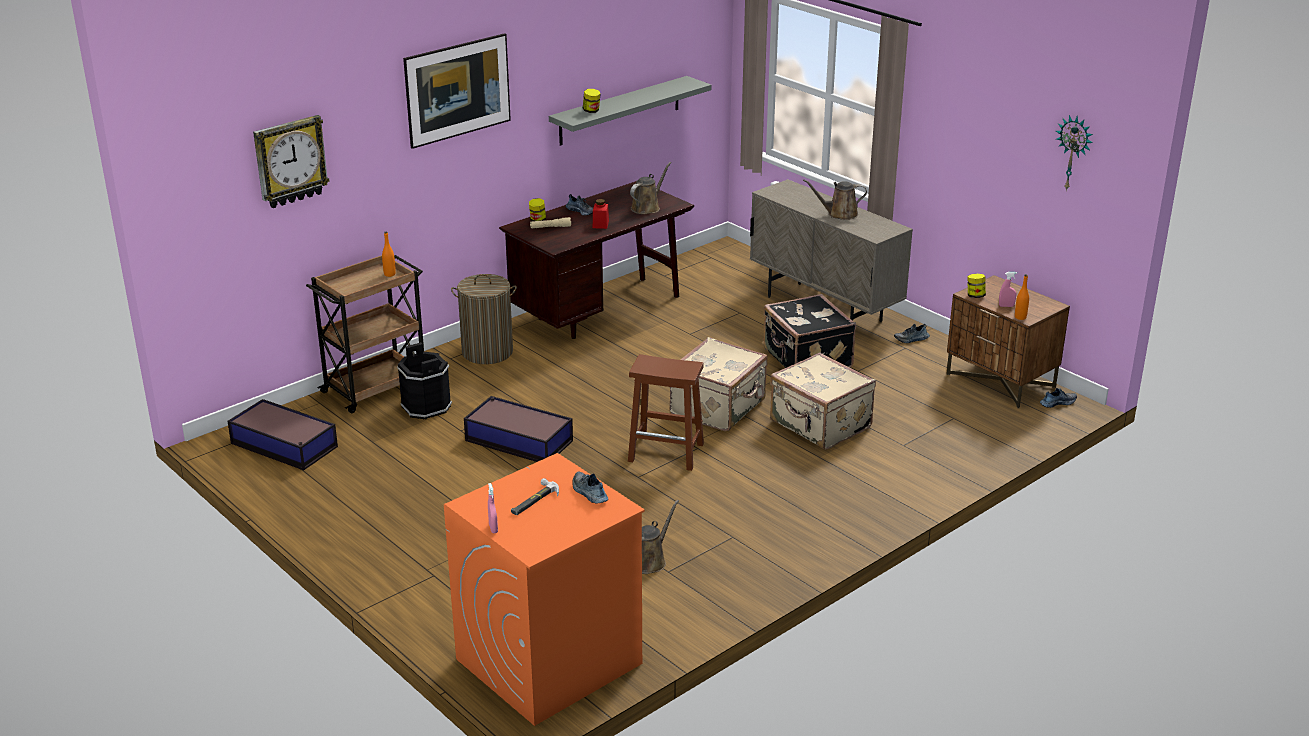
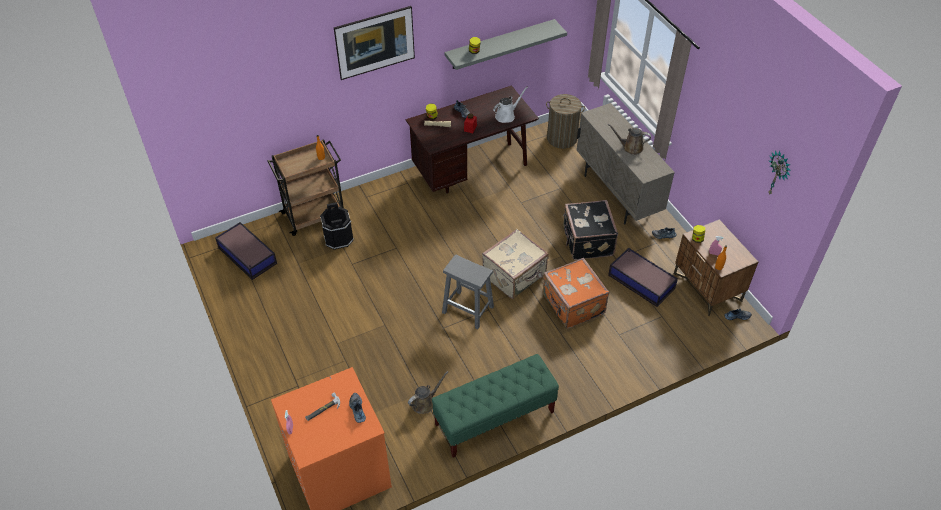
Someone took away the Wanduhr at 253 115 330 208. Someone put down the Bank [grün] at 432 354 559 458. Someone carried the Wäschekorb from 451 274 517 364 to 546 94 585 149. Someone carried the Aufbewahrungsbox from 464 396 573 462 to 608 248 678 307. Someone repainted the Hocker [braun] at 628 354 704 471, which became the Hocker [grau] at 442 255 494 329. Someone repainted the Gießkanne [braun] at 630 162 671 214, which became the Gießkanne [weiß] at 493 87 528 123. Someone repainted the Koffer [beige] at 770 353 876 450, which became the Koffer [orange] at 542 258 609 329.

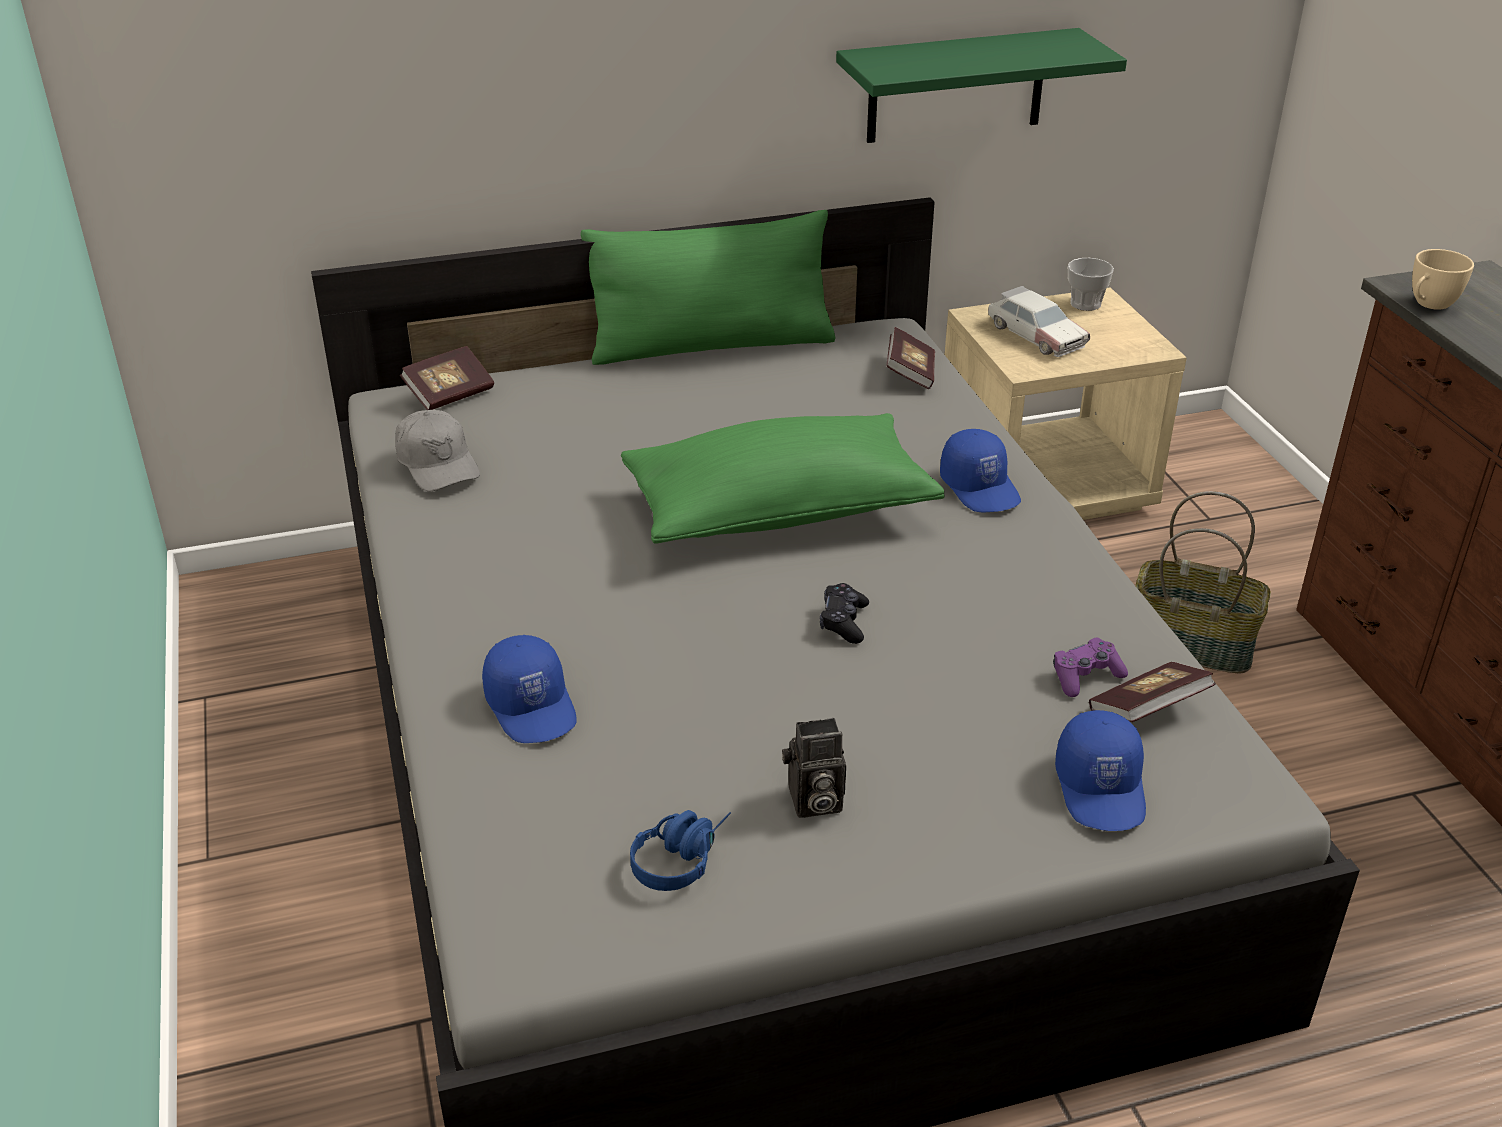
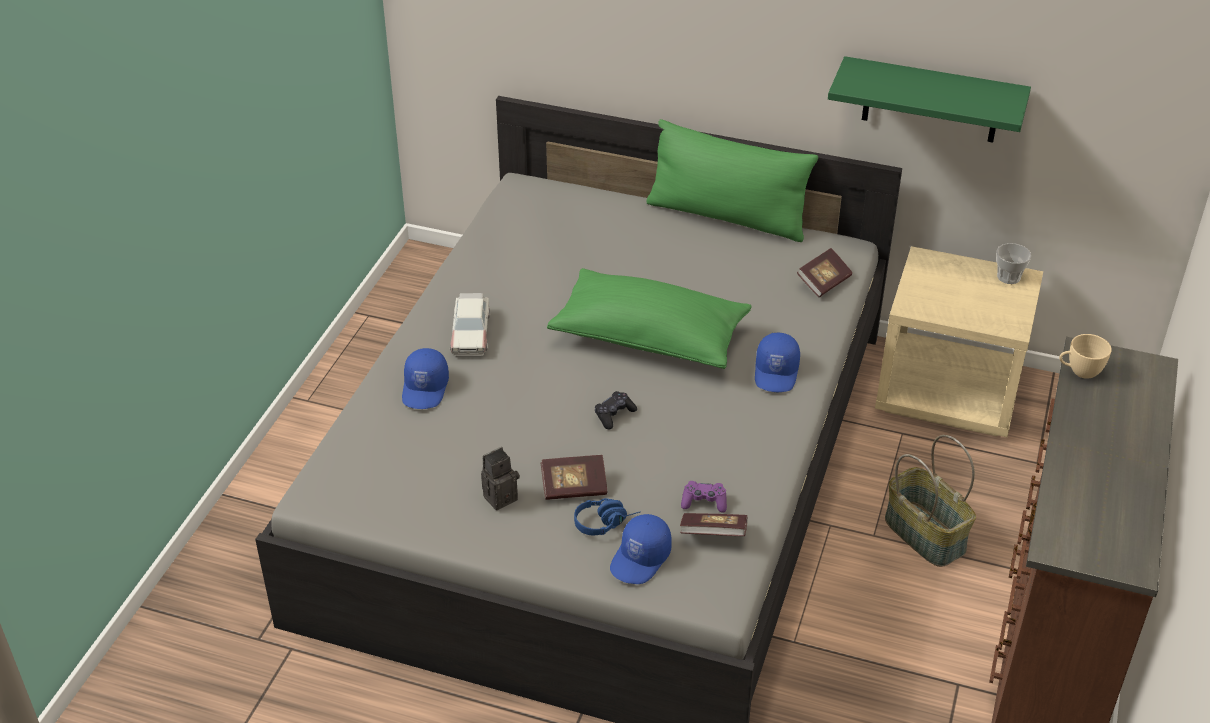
Someone took away the Kappe [grau] at 395 410 480 491. Someone carried the Buch from 400 346 494 410 to 541 455 608 500. Someone carried the Kopfhörer [blau] from 630 810 731 891 to 574 498 641 536. Someone carried the Spielzeugauto from 988 286 1090 357 to 450 293 490 356. Someone rotated the Kamera at 782 718 846 818 by 120 degrees clockwise.

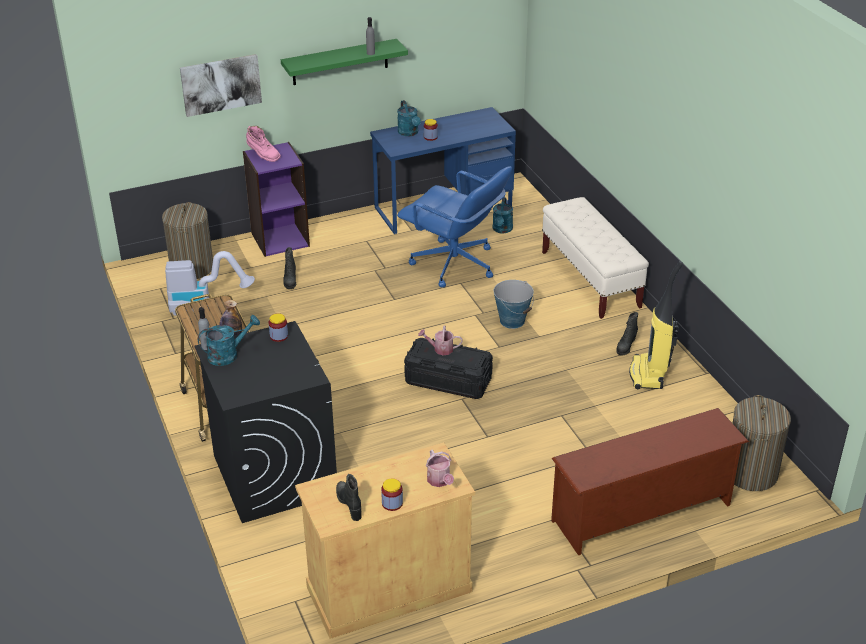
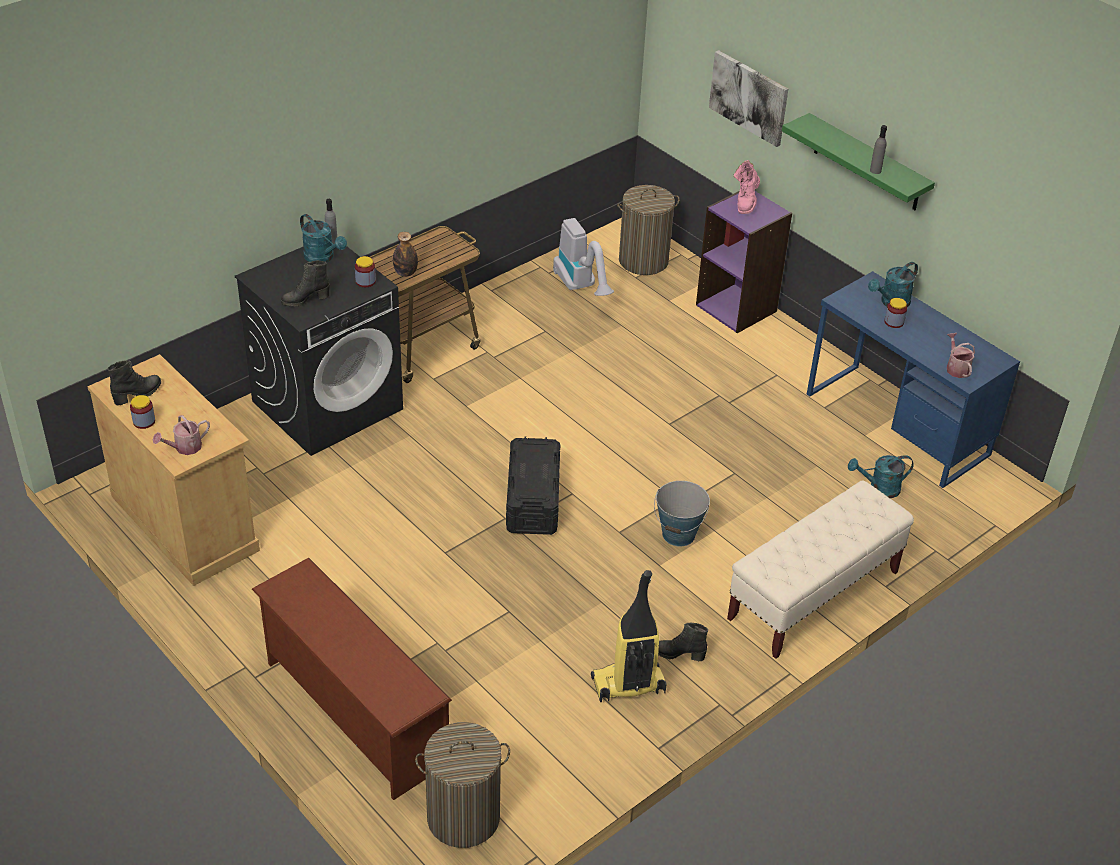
Someone took away the Bürostuhl [blau] at 397 166 512 287. Someone carried the Stiefel [schwarz] from 283 247 296 289 to 281 261 330 306. Someone carried the Gießkanne from 418 326 463 355 to 947 333 975 378.

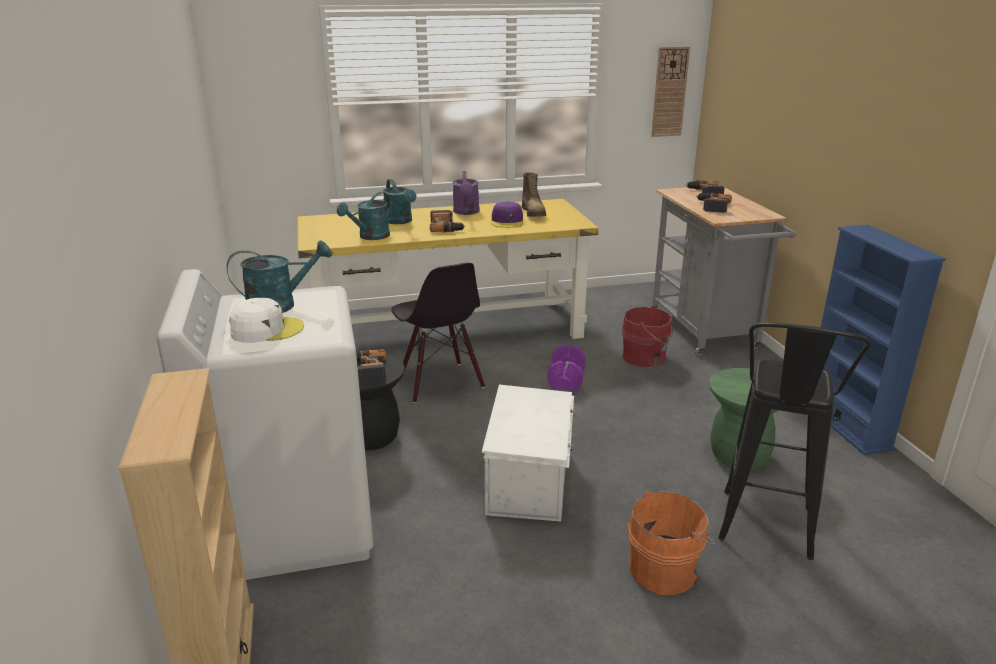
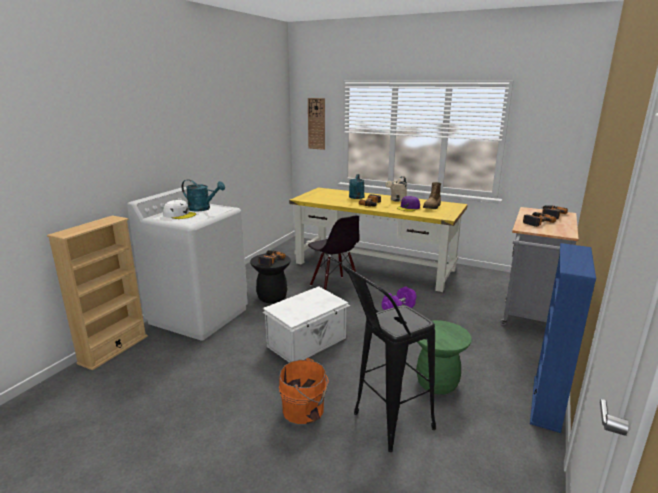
Someone took away the Gießkanne [türkis] at 337 192 390 240. Someone took away the Eimer [rot] at 622 305 673 367. Someone carried the Wanduhr from 651 46 690 137 to 308 98 325 150. Someone repainted the Gießkanne [lila] at 452 171 480 215, which became the Gießkanne [beige] at 385 176 407 202. Someone rotated the Stuhl [schwarz] at 391 263 485 403 by 45 degrees counterclockwise.

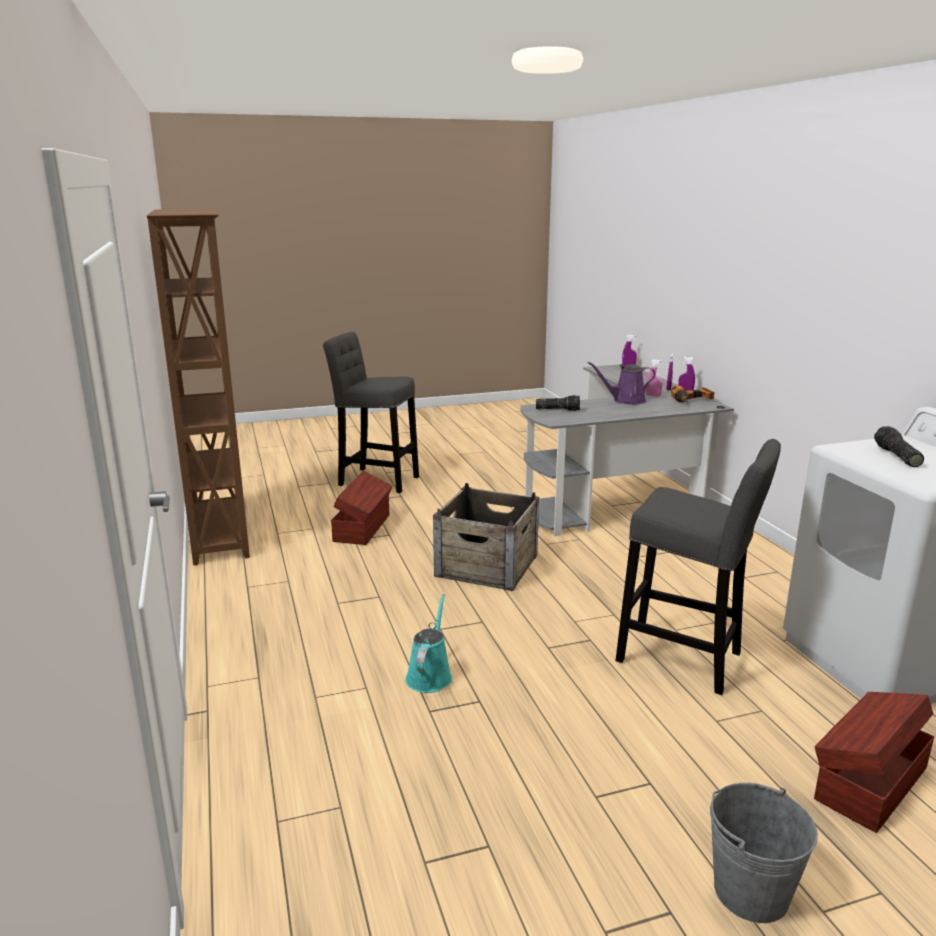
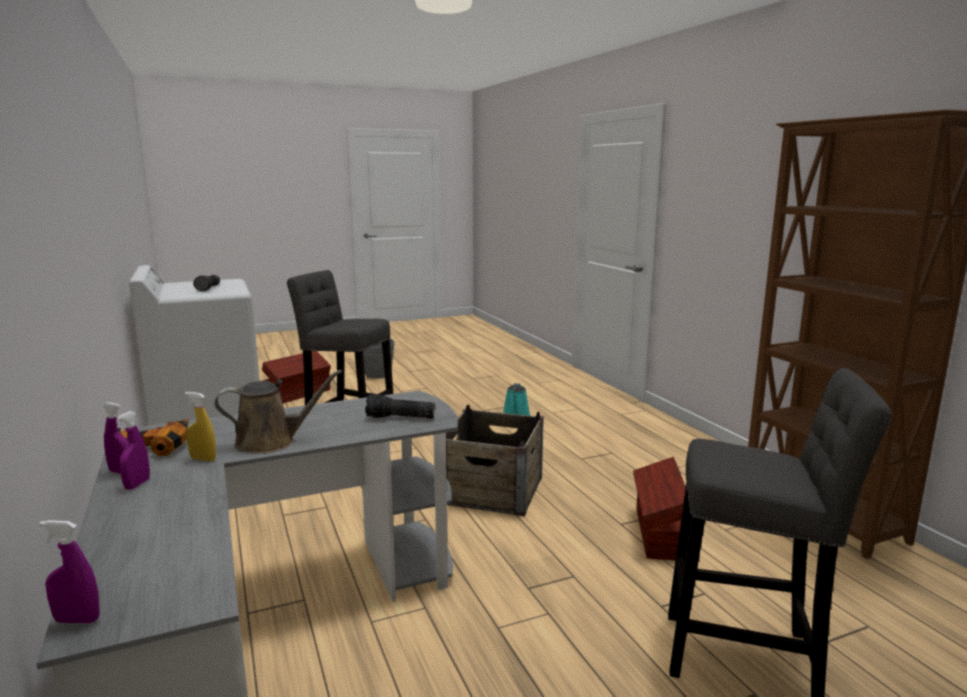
Someone repainted the Gießkanne [lila] at 588 362 656 405, which became the Gießkanne [braun] at 214 370 342 454. Someone repainted the Sprühflasche [rosa] at 646 359 663 396, which became the Sprühflasche [gelb] at 185 392 216 461.

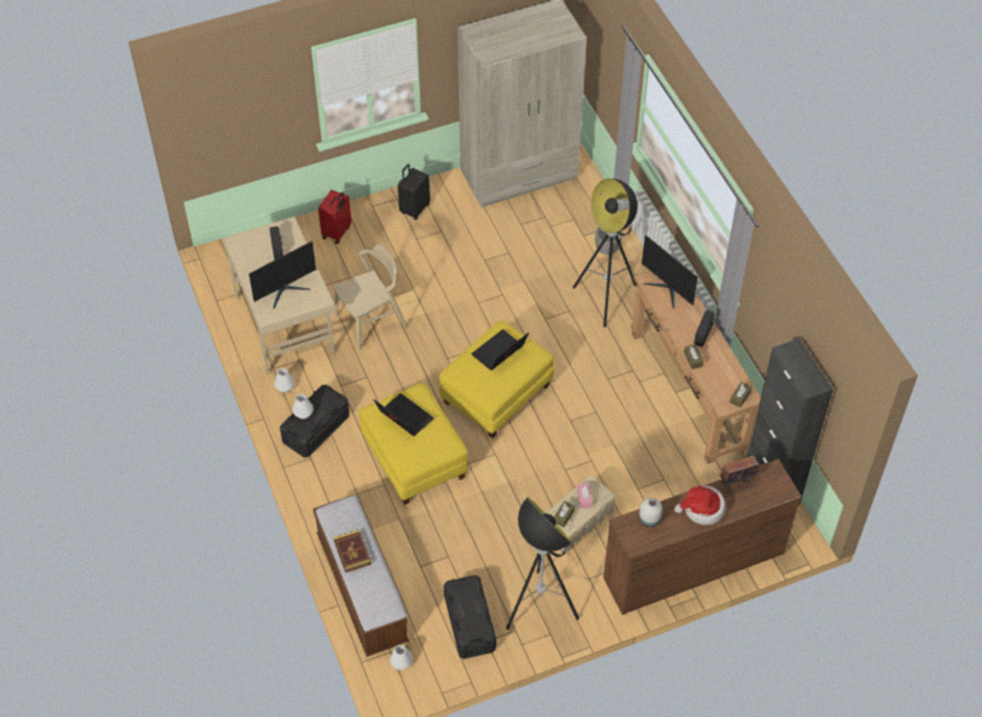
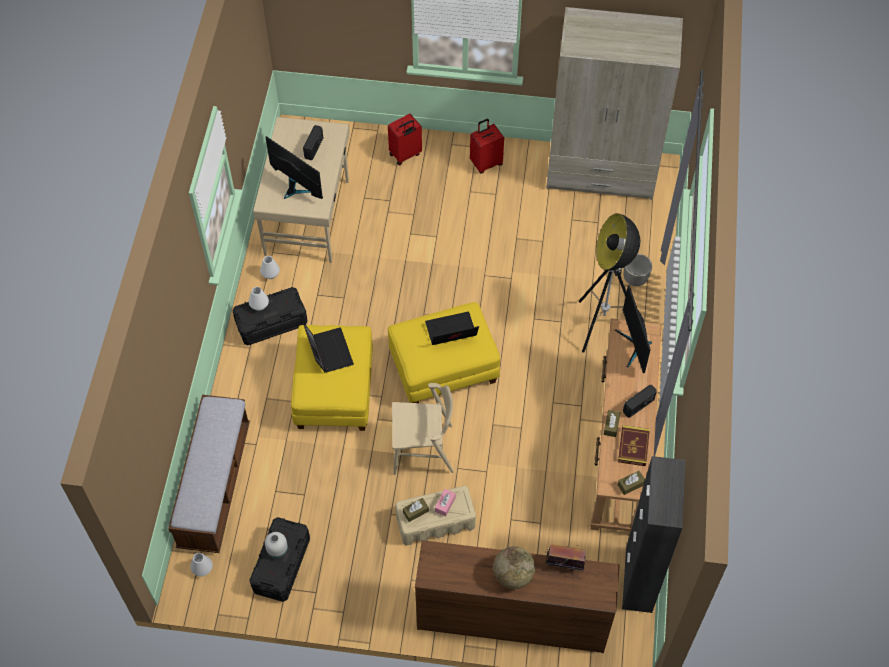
Someone took away the Stehlampe at 506 497 579 630. Someone carried the Stuhl [beige] from 333 244 407 350 to 392 383 454 475. Someone carried the Buch from 333 530 371 573 to 618 425 650 466. Someone carried the Vase [weiß] from 639 498 663 527 to 265 532 288 559. Someone swapped the Hut at 674 486 726 525 for the Globus at 493 546 535 589. Someone repainted the Koffer [schwarz] at 398 164 430 220, which became the Koffer [rot] at 470 119 504 174. Someone rotated the Monitor at 249 241 316 308 by 135 degrees counterclockwise.

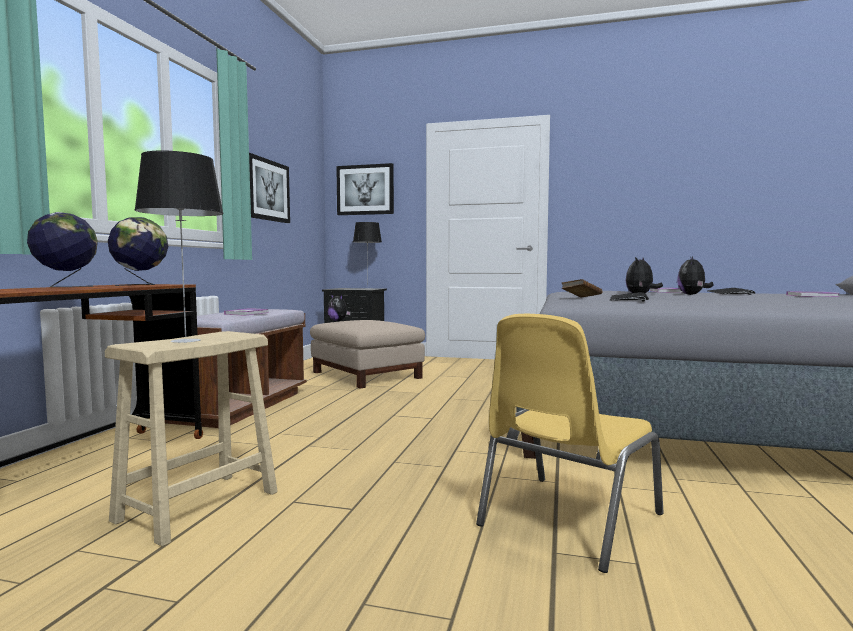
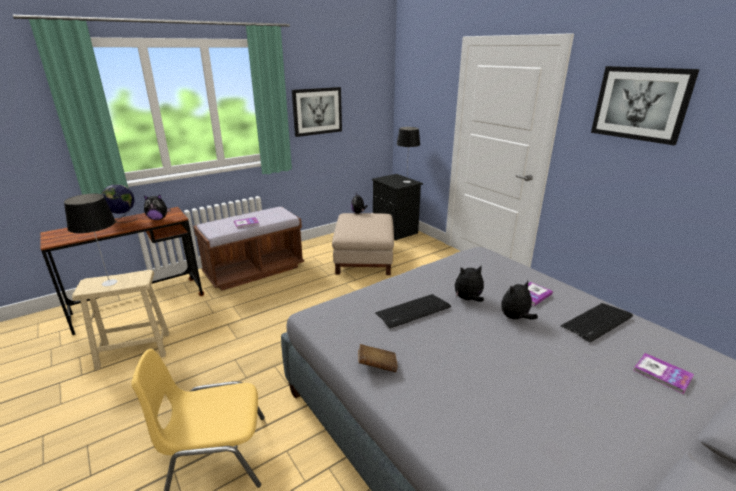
Someone carried the Bild from 336 163 394 215 to 591 66 699 145. Someone carried the Buch [braun] from 562 279 602 297 to 358 344 398 372. Someone swapped the Globus at 108 217 168 286 for the Plüschtier at 144 195 171 220.

